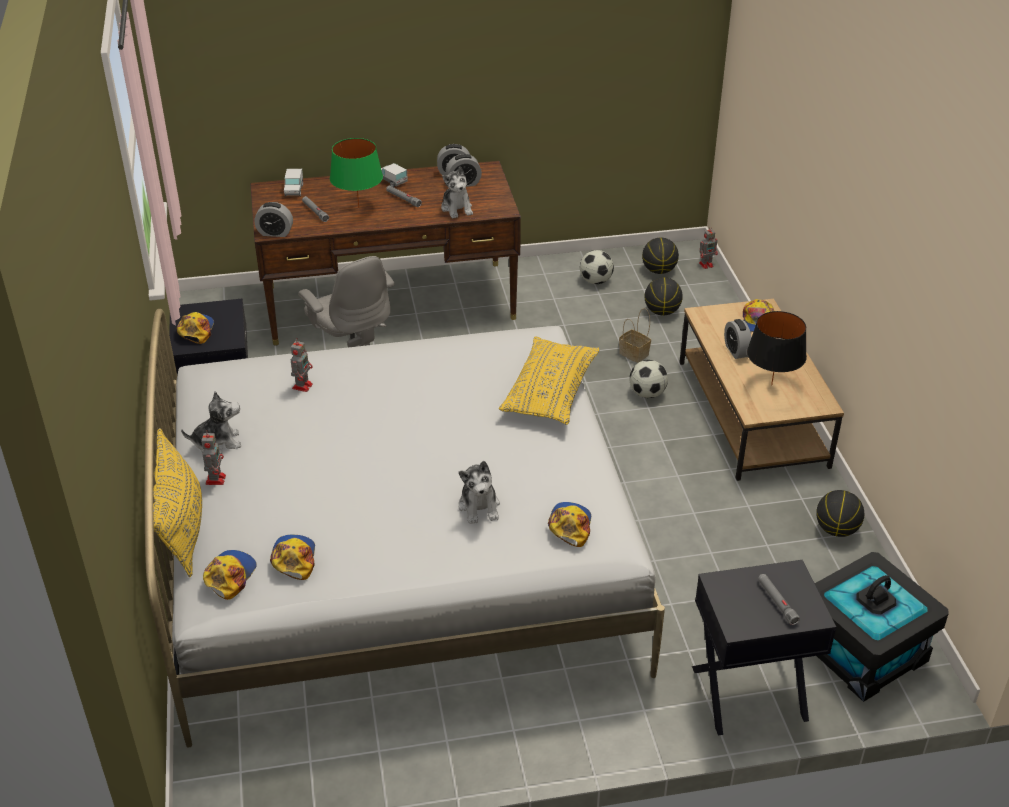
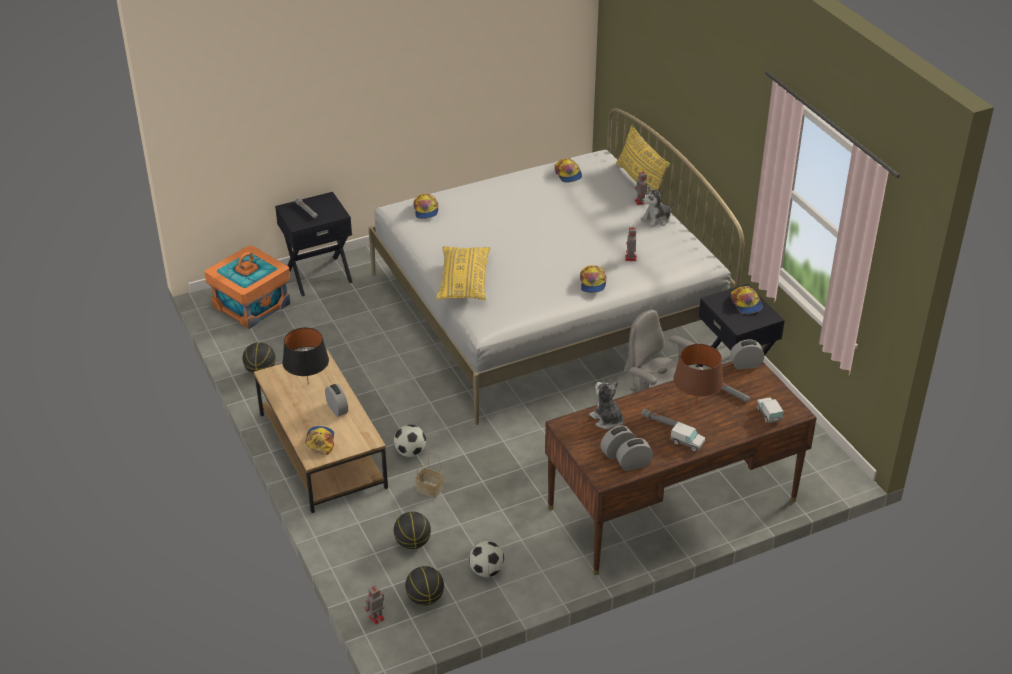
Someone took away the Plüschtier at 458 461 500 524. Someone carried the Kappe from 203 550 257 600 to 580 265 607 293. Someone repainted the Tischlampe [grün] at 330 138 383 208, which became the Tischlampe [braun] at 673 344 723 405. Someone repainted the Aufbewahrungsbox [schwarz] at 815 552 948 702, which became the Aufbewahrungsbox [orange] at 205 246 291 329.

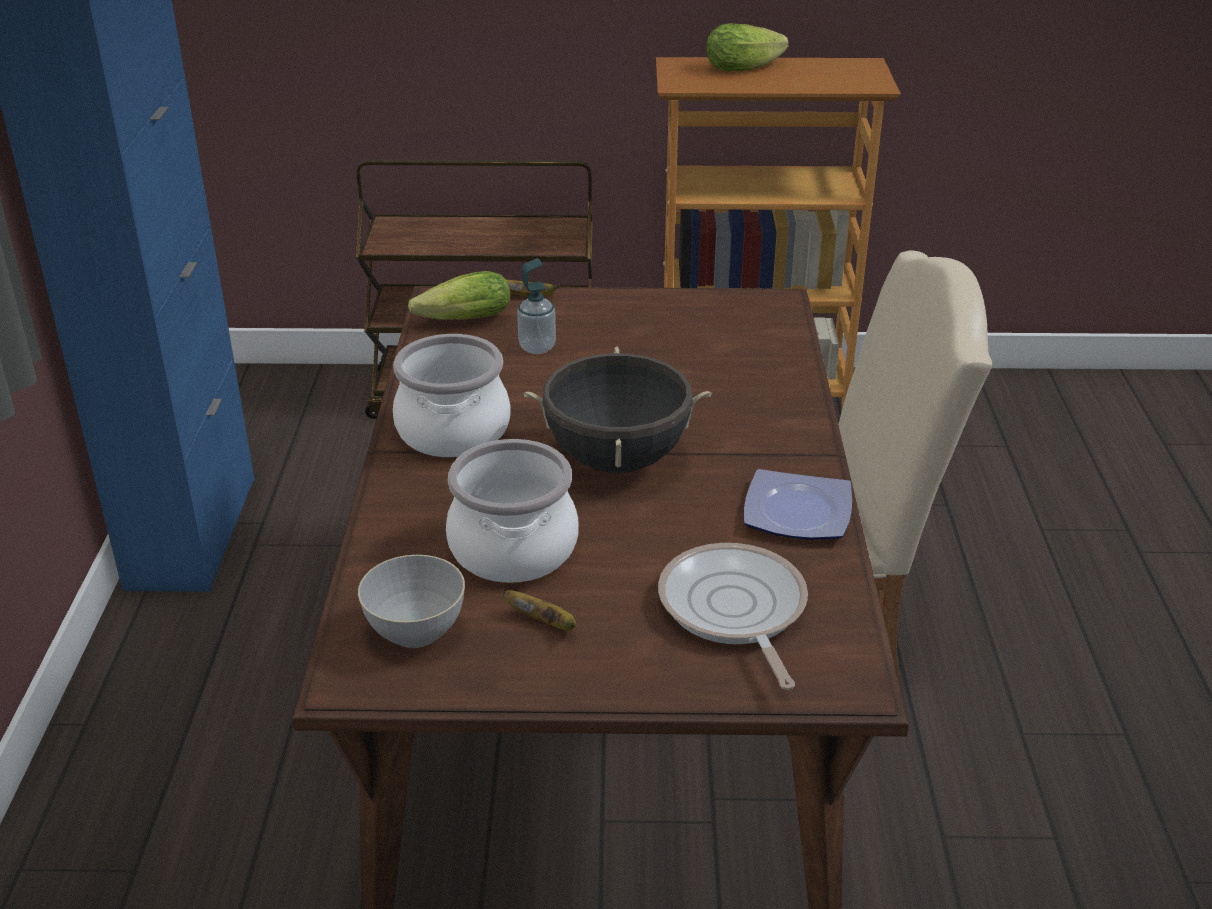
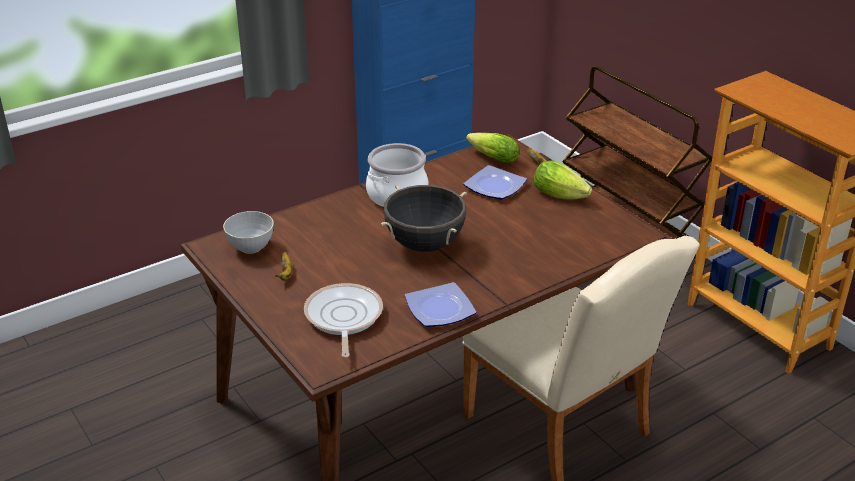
Someone took away the Kochtopf at 446 439 579 583. Someone carried the Salatkopf from 706 23 789 71 to 533 161 592 200. Someone swapped the Seifenspender at 517 258 556 354 for the Teller at 463 165 527 199. Someone rotated the Pfanne at 658 543 808 690 by 45 degrees counterclockwise.

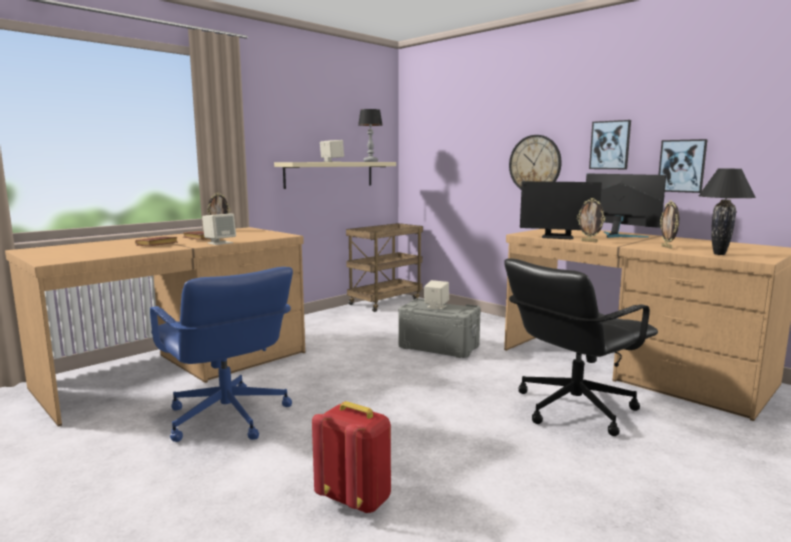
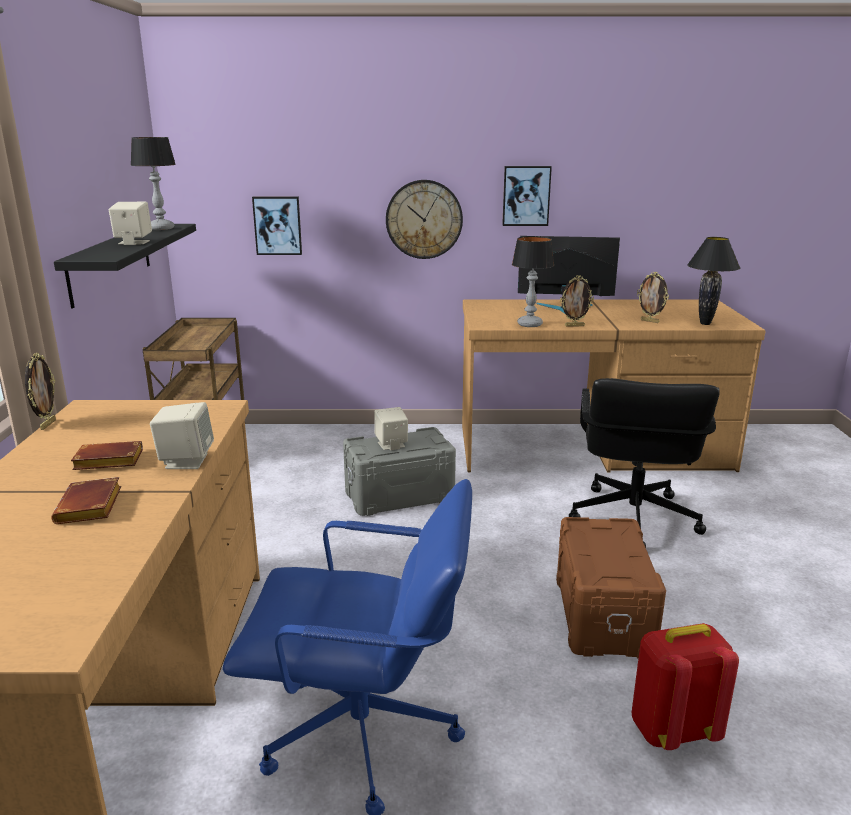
Someone put down the Aufbewahrungsbox [braun] at 556 517 666 658. Someone carried the Bild from 659 139 708 193 to 252 197 302 255. Someone swapped the Monitor at 520 181 602 239 for the Tischlampe at 512 236 554 327. Someone repainted the Wandregal [beige] at 274 162 396 189, which became the Wandregal [schwarz] at 54 224 196 308.

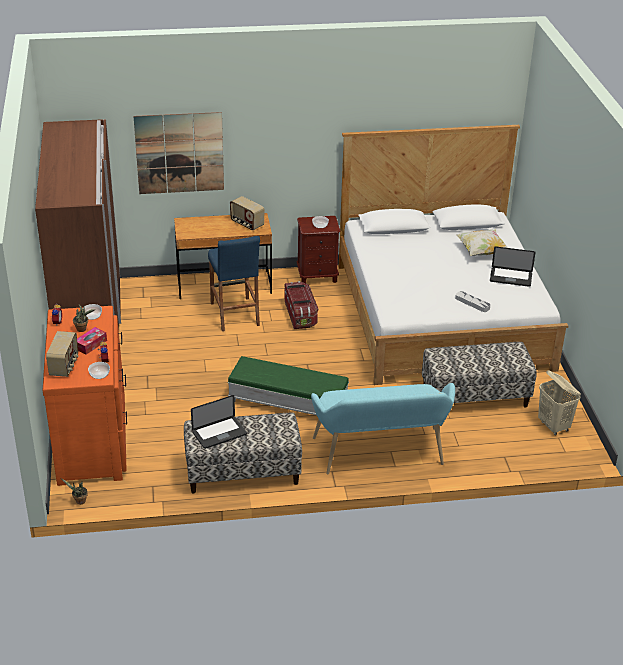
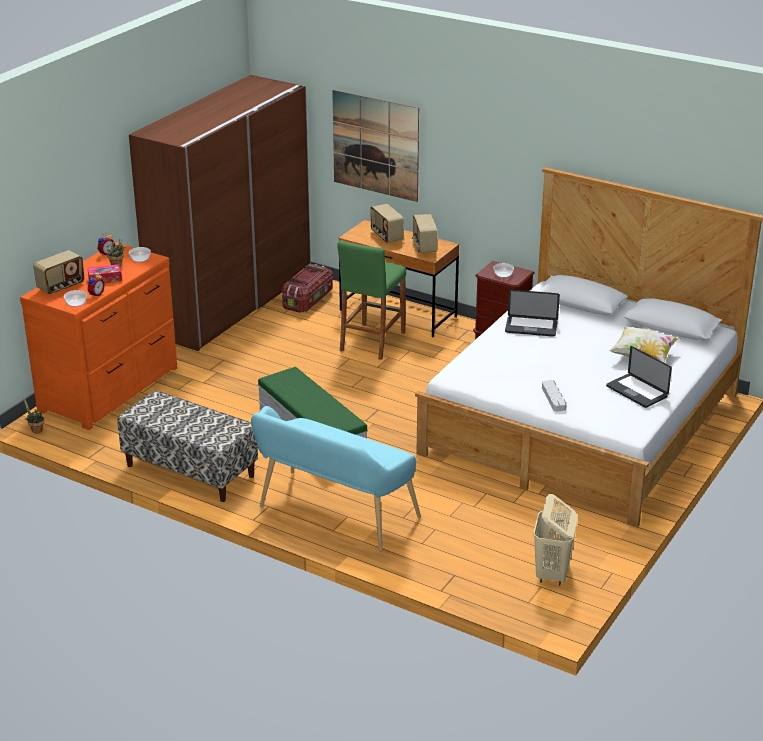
Someone took away the Bank at 422 342 537 408. Someone put down the Radio at 370 204 404 243. Someone carried the Laptop from 191 395 247 449 to 505 290 560 337. Someone carried the Aufbewahrungsbox from 284 281 318 329 to 282 264 333 313. Someone repainted the Hocker [blau] at 208 236 260 331, which became the Hocker [grün] at 337 240 406 360.

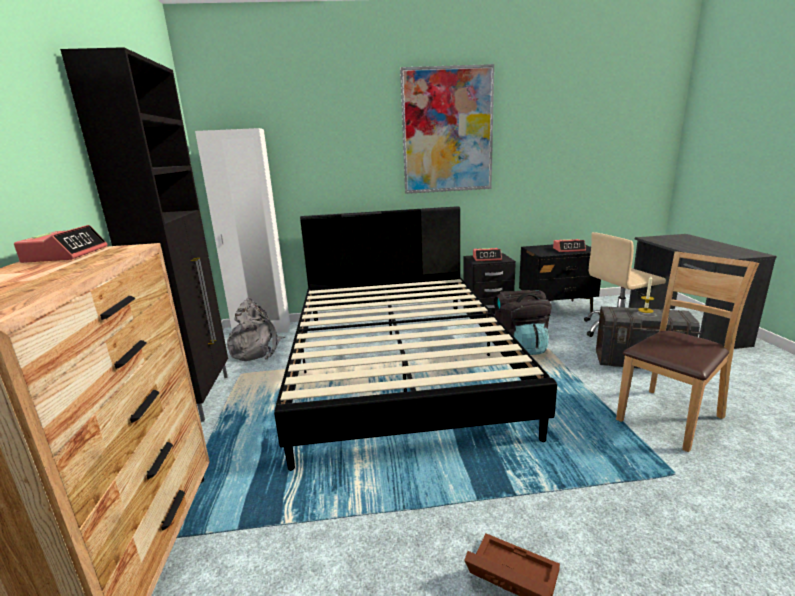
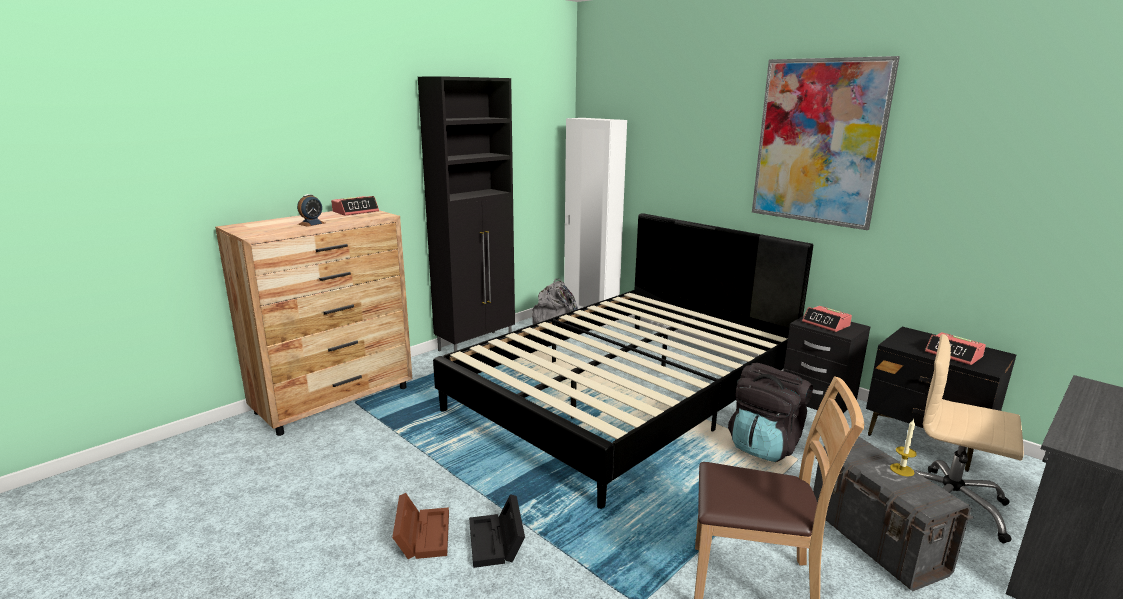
Someone put down the Wecker at 297 194 325 227. Someone put down the Aufbewahrungsbox [schwarz] at 469 494 525 568.

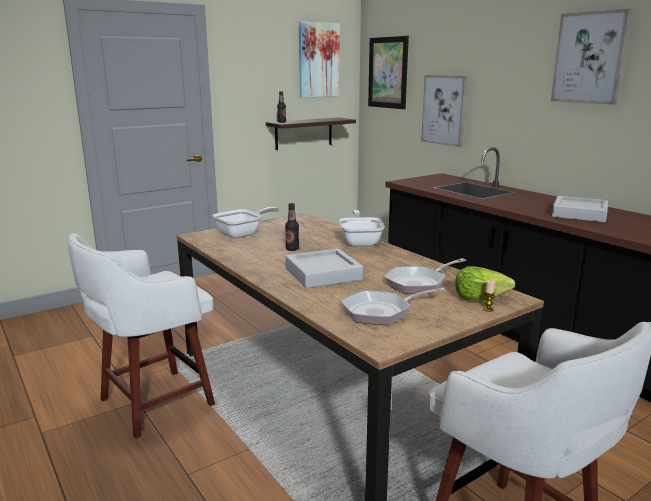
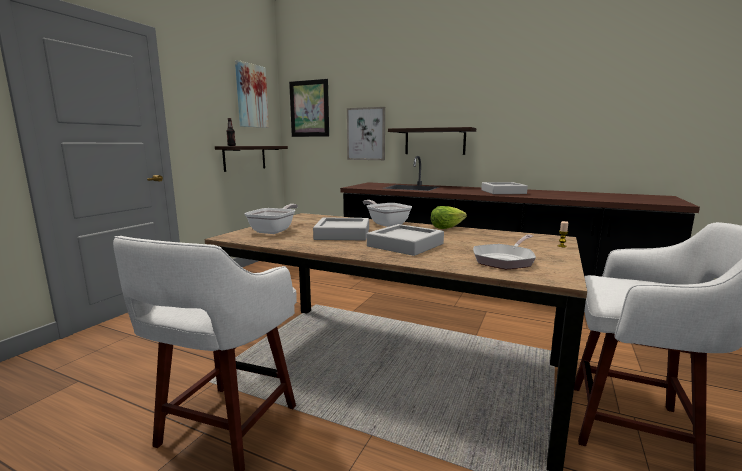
Someone took away the Pfanne at 384 258 467 294. Someone took away the Bild at 551 8 632 105. Someone put up the Wandregal at 388 127 476 155. Someone carried the Salatkopf from 455 266 515 300 to 431 206 467 229. Someone swapped the Flasche at 285 203 299 251 for the Tablett [grau] at 313 218 369 240.

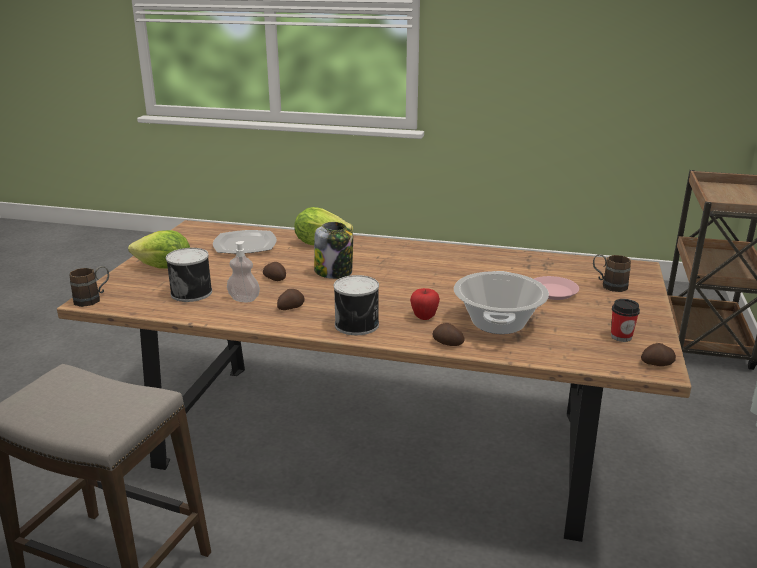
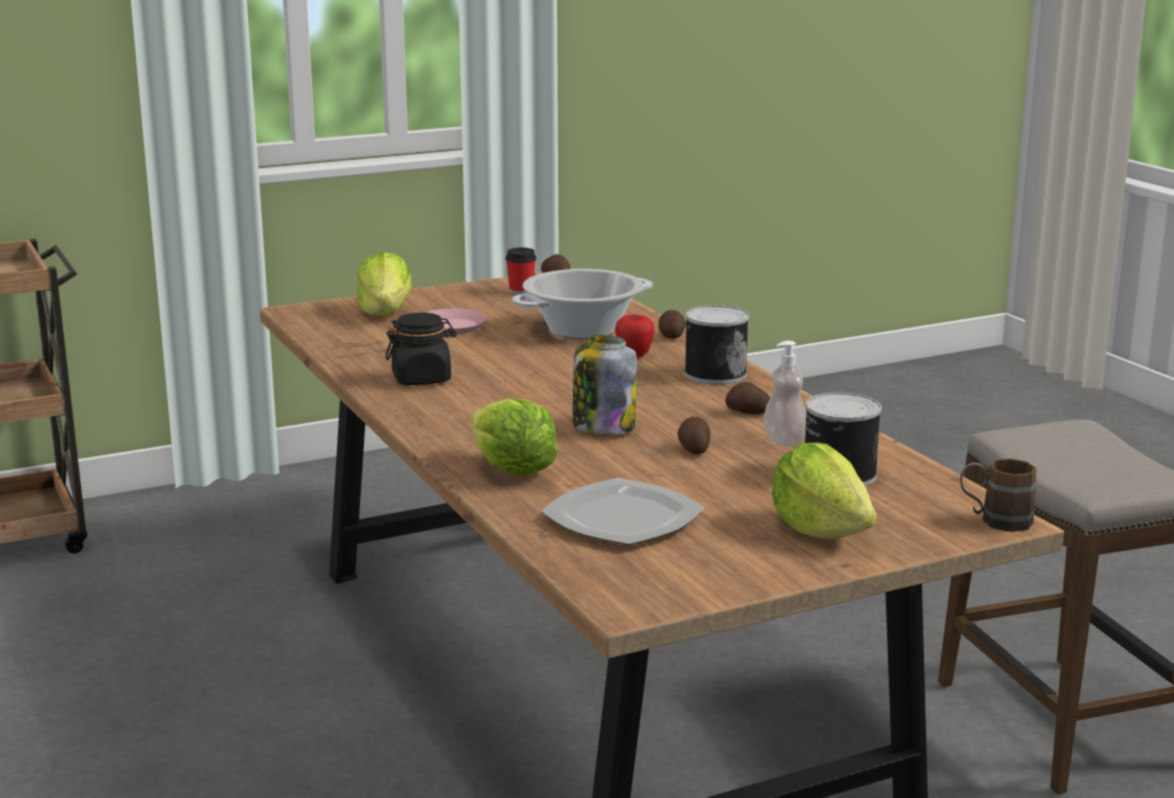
Someone put down the Vorratsglas [schwarz] at 385 312 457 385. Someone swapped the Henkelbecher [braun] at 593 254 631 292 for the Salatkopf at 357 252 412 316.

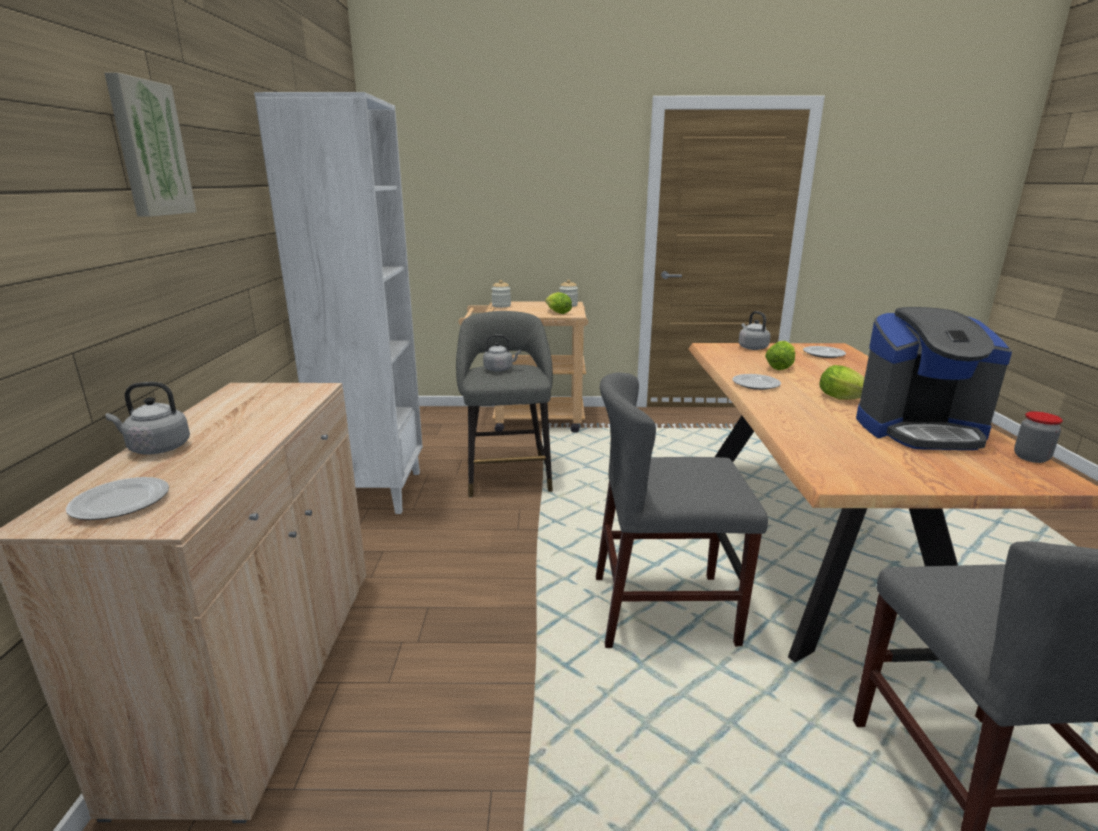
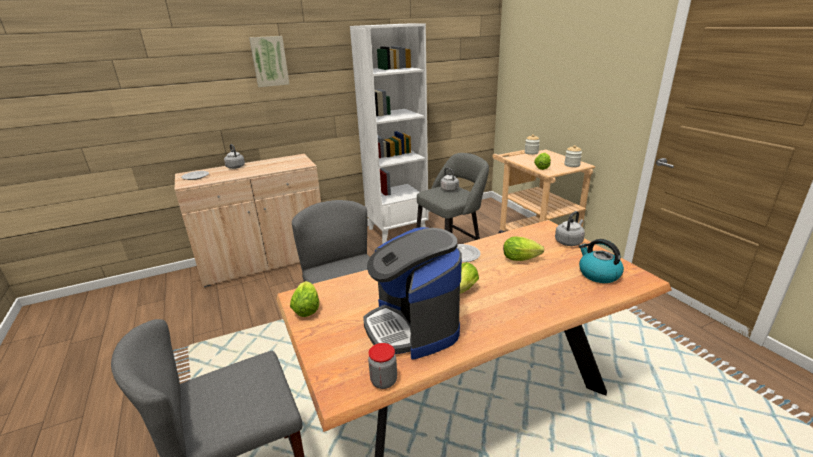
Someone put down the Salatkopf at 290 281 319 317. Someone swapped the Teller at 803 346 846 358 for the Wasserkessel at 579 239 624 283.

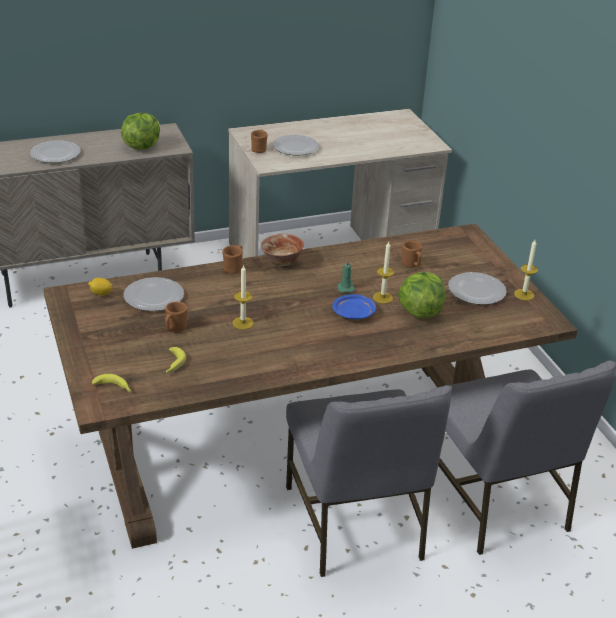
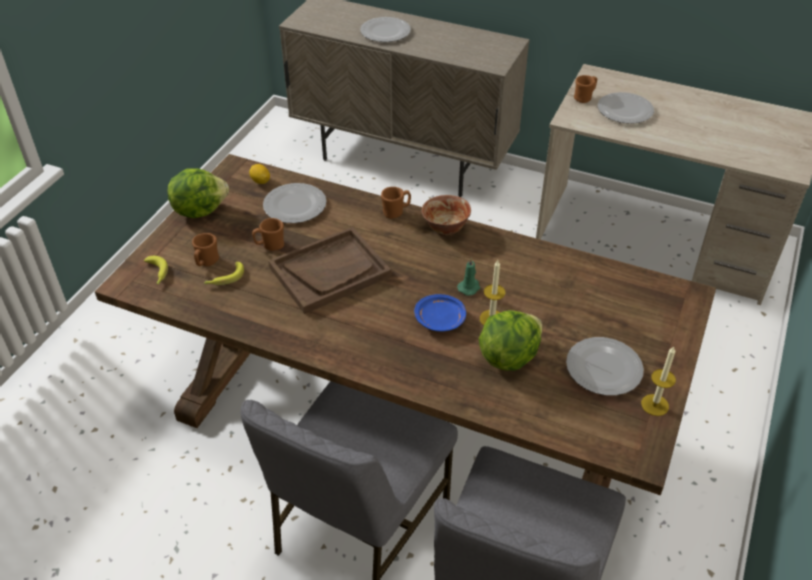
Someone carried the Salatkopf from 121 113 160 150 to 167 168 229 218. Someone carried the Henkelbecher [braun] from 401 241 422 268 to 192 233 219 266. Someone swapped the Kerze at 232 265 254 330 for the Tablett [braun] at 268 227 391 314.

